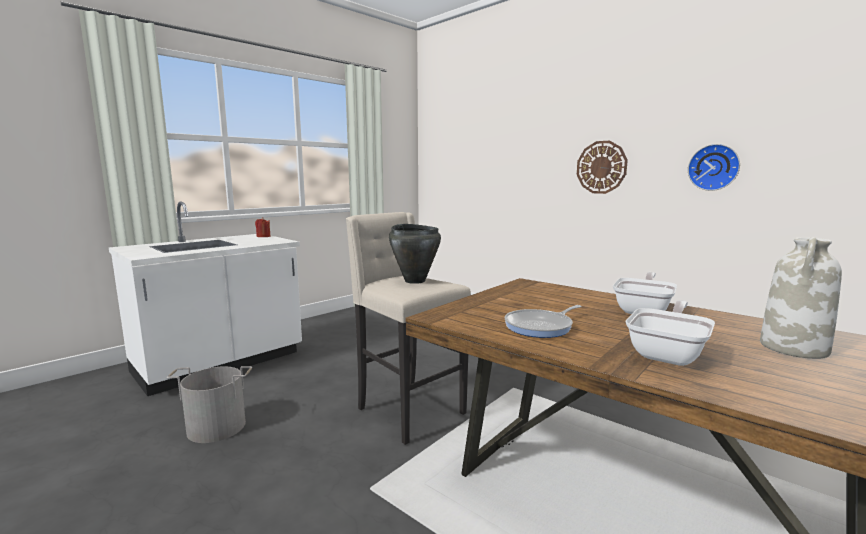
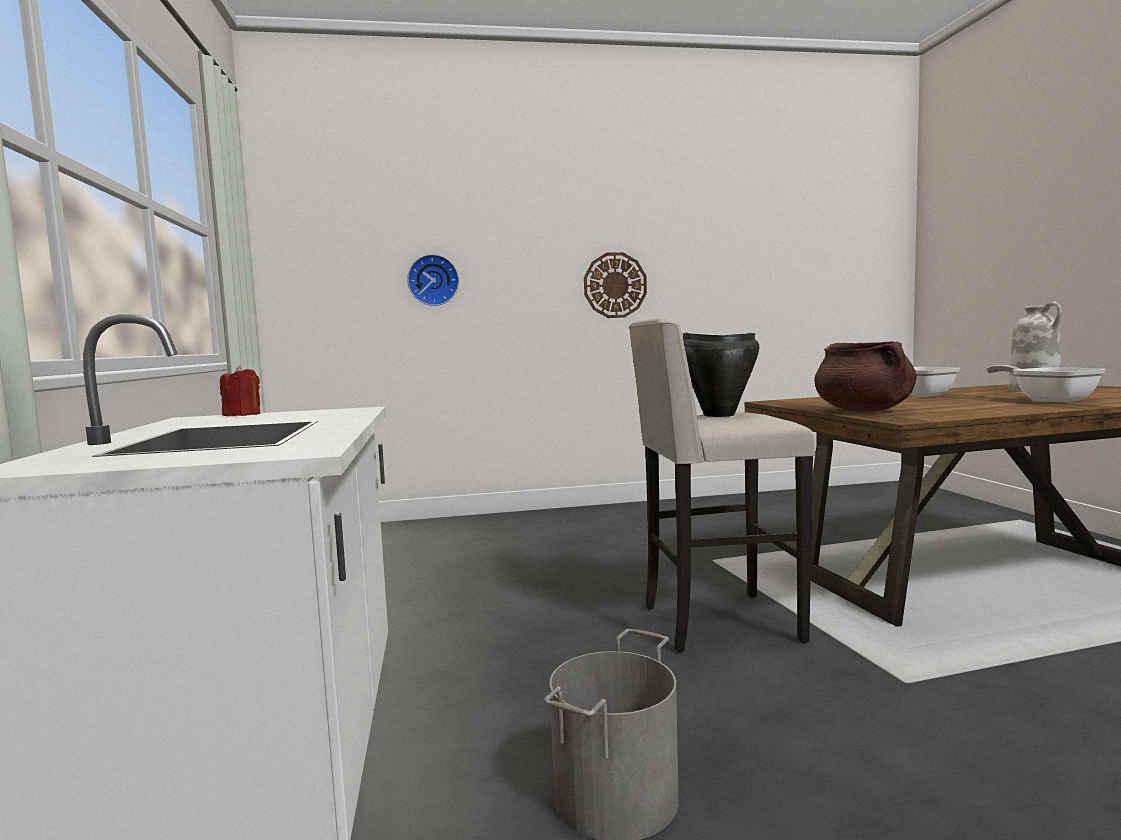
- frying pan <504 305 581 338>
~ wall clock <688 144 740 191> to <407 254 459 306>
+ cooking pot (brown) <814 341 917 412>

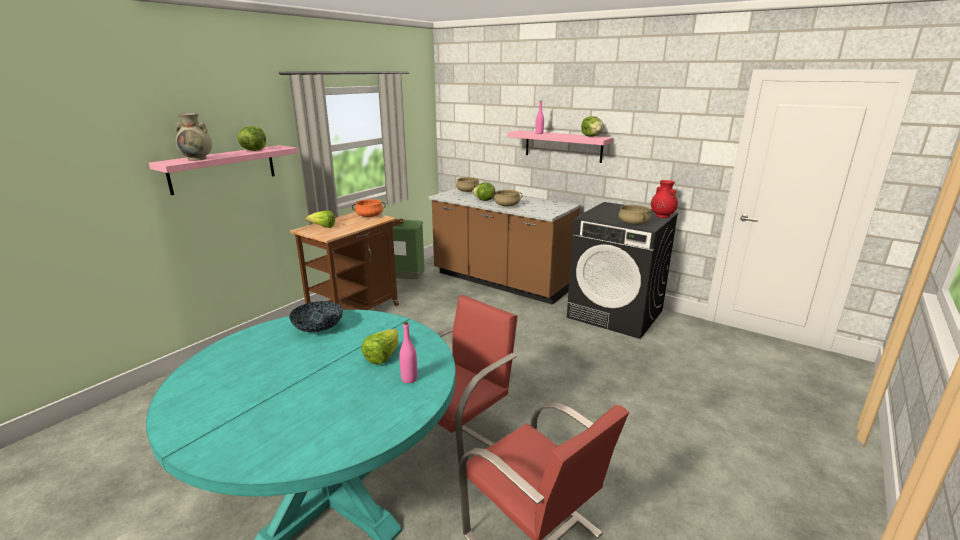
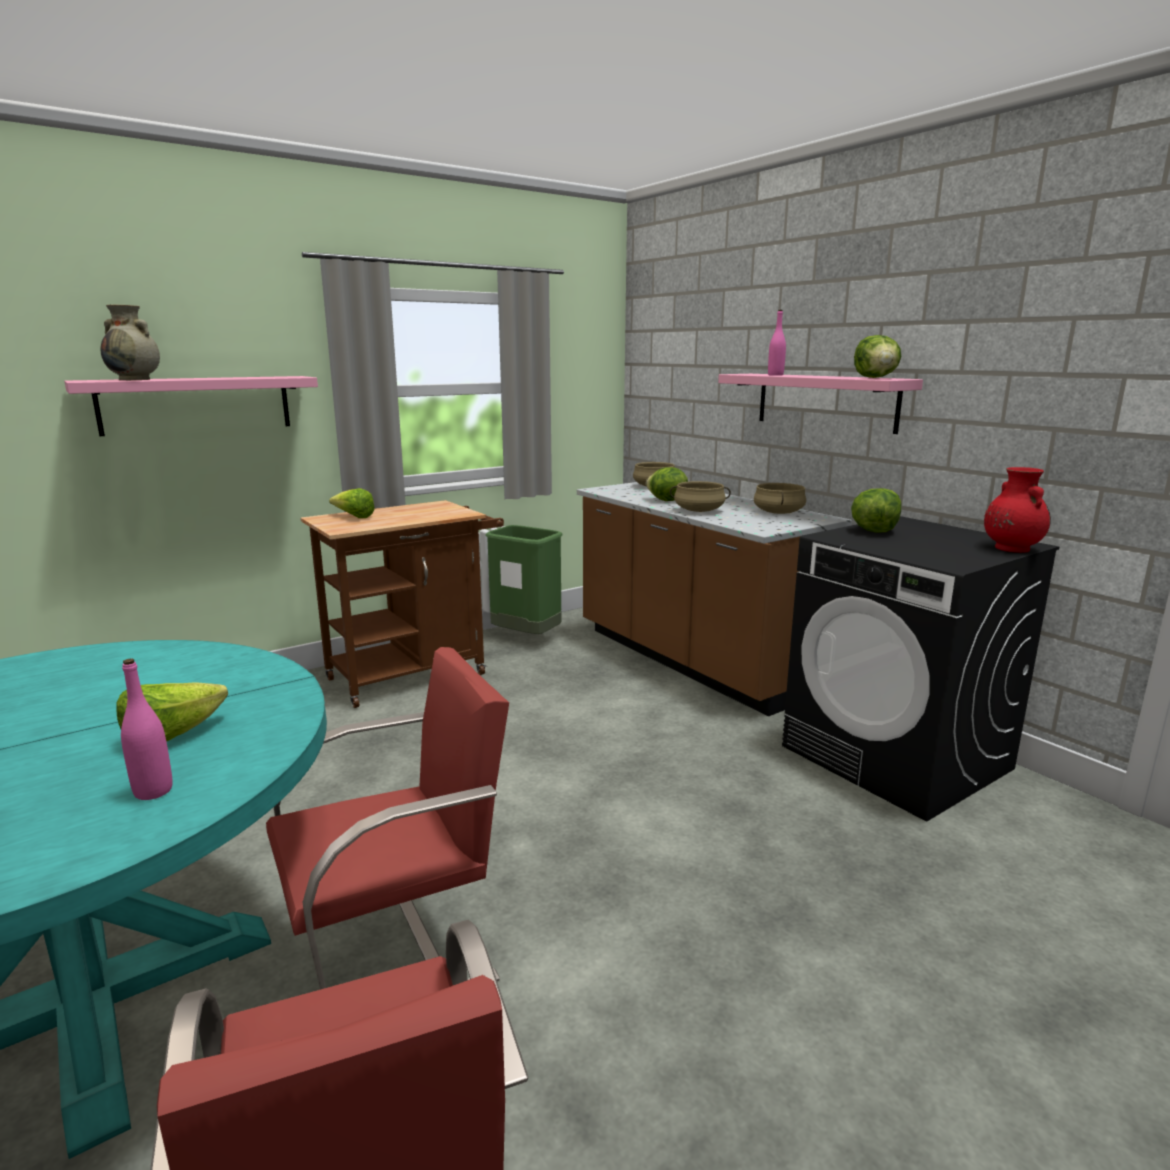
~ lettuce <238 126 266 151> to <851 488 901 533>
- bowl <289 301 343 332>
- cooking pot (orange) <352 199 386 217>
~ cooking pot (beige) <619 205 651 225> to <754 483 806 514>

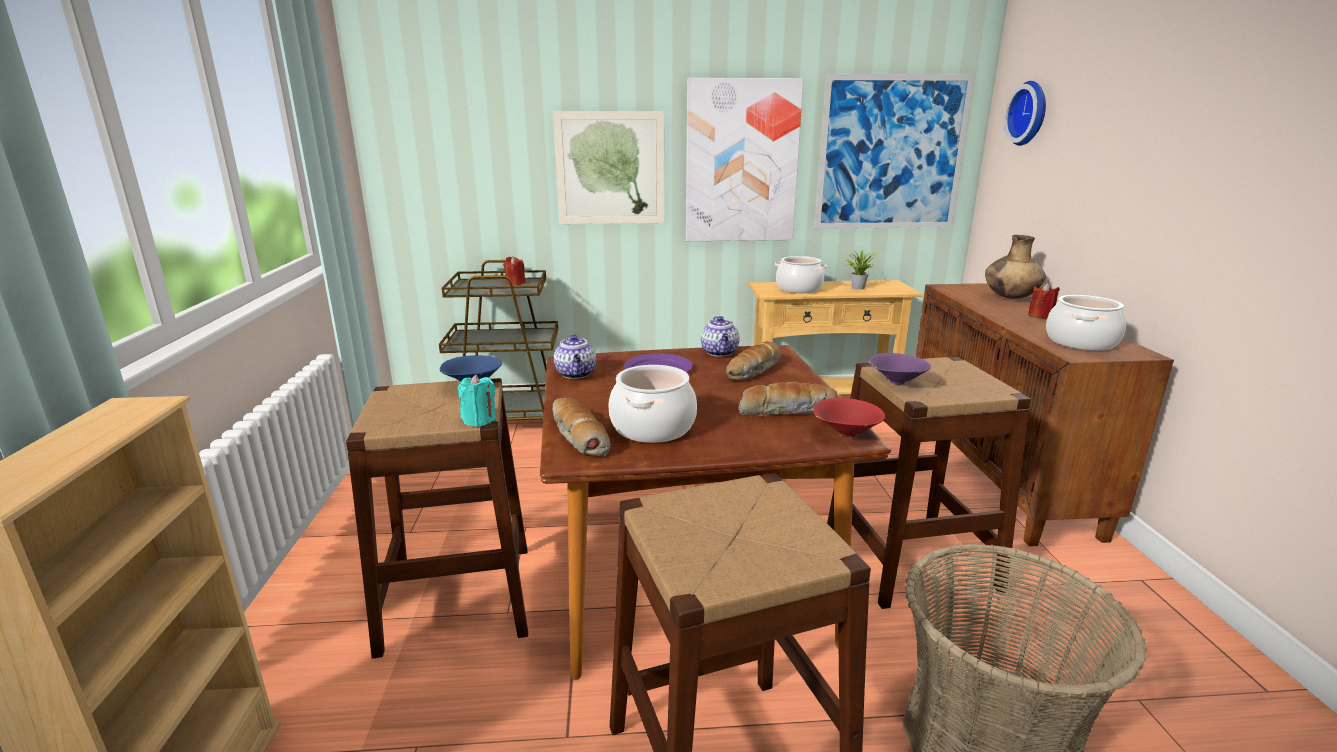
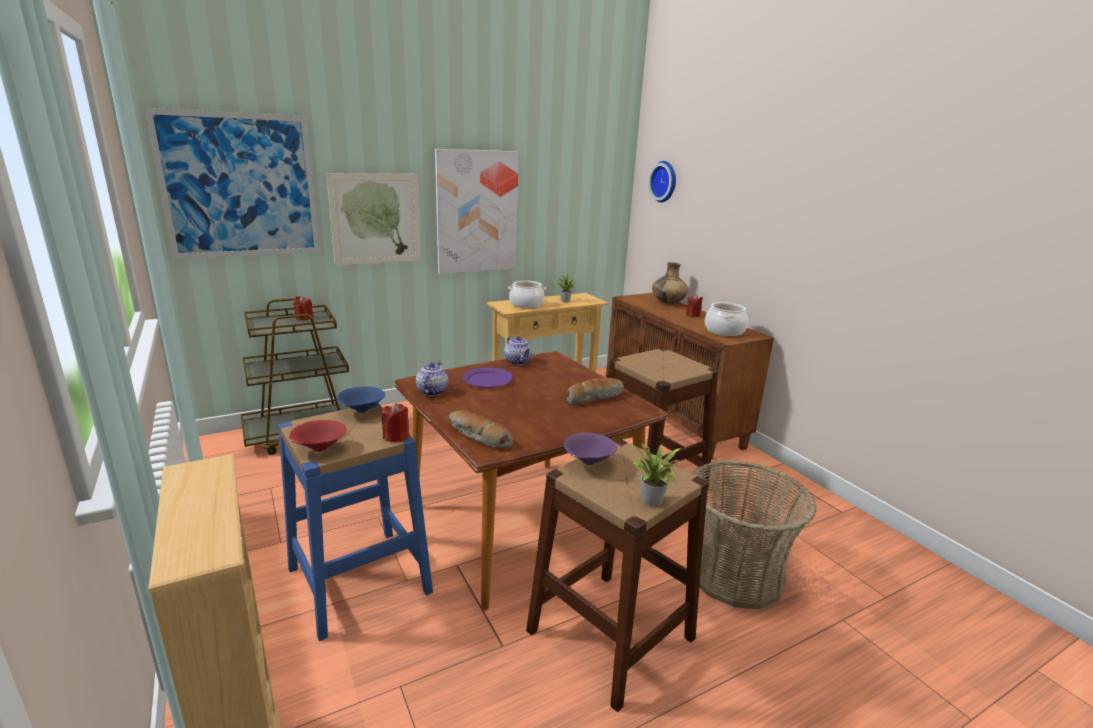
~ stool (brown) <346 378 528 658> to stool (blue) <278 403 433 641>
~ candle (turquoise) <458 374 496 427> to candle (red) <381 403 409 442>
~ teapot <554 334 596 379> = <416 362 448 396> 135 degrees counterclockwise
- cooking pot <608 365 697 443>
- bread <726 341 781 380>
~ bowl (red) <813 398 885 438> to <289 420 347 452>
~ picture <814 74 975 229> to <145 108 320 259>
~ bowl (purple) <869 353 931 385> to <564 433 617 465>
+ potted plant <627 443 681 506>

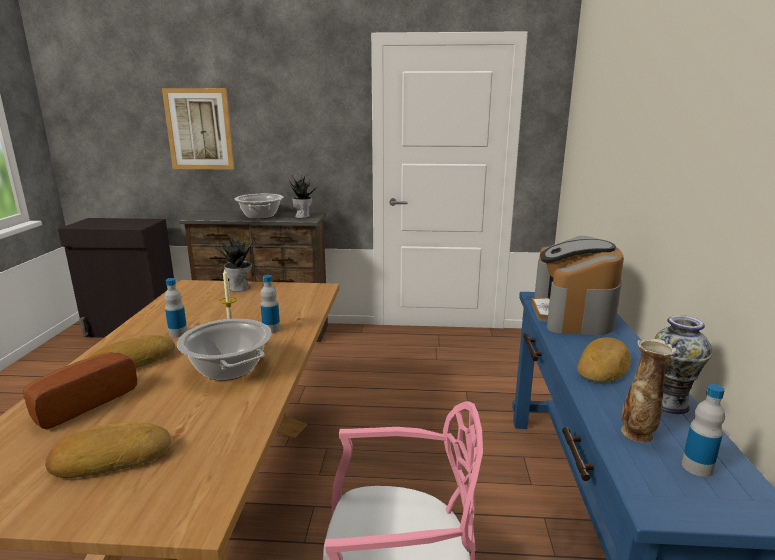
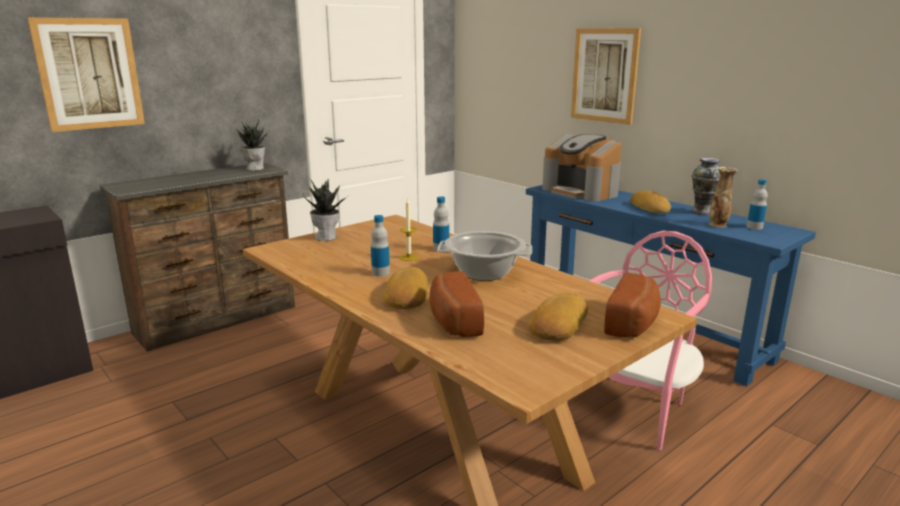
- cooking pot <235 194 283 219>
+ picture <571 28 641 125>
+ bread <604 272 661 337>

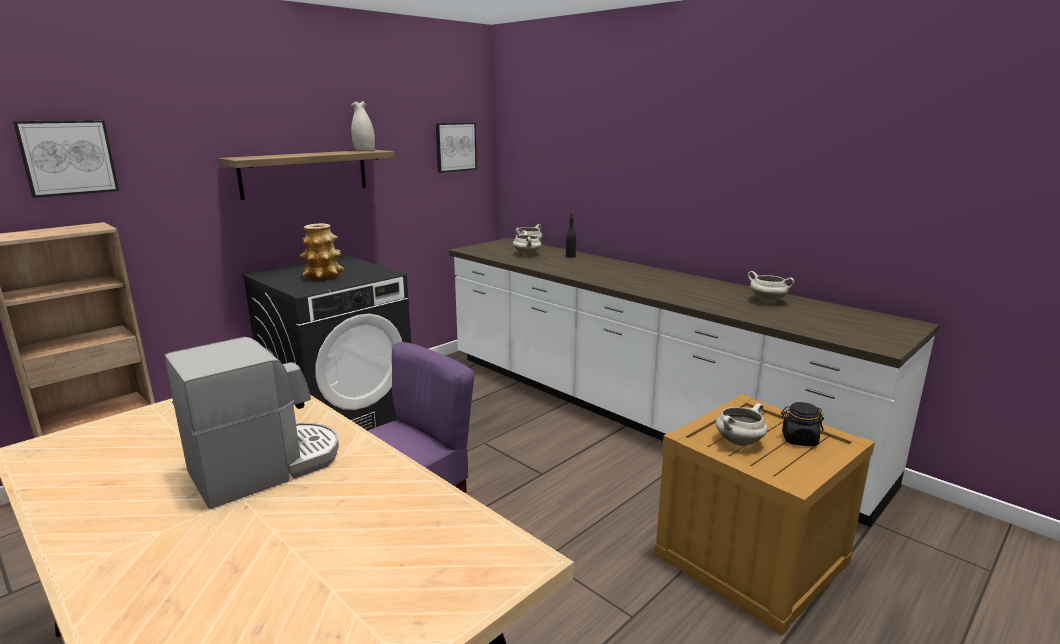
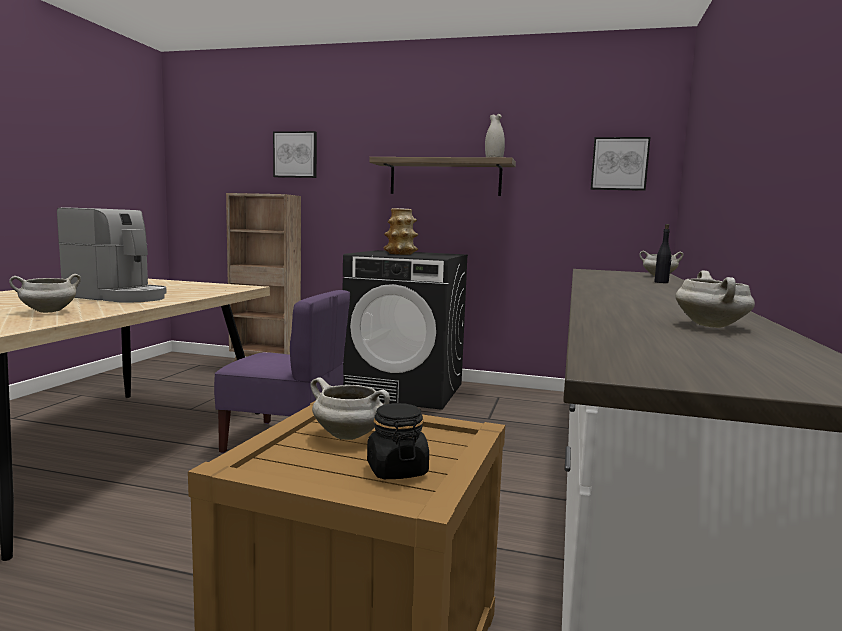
~ cooking pot (white) <513 231 542 255> to <9 274 81 313>

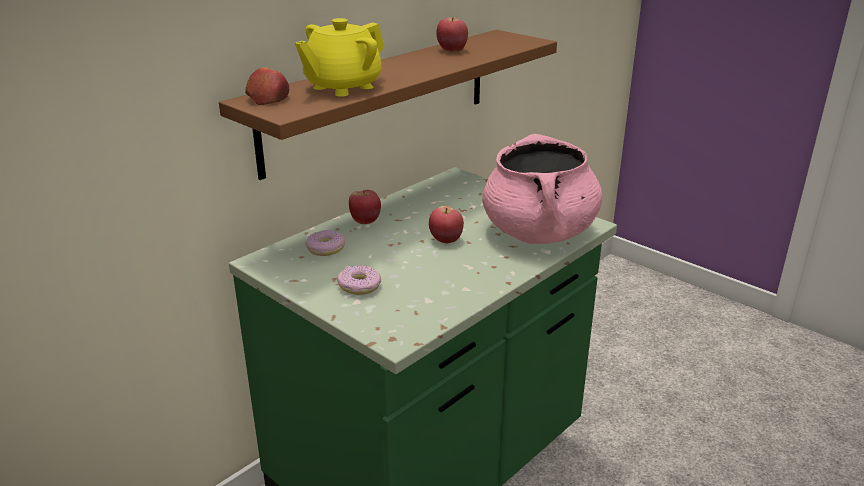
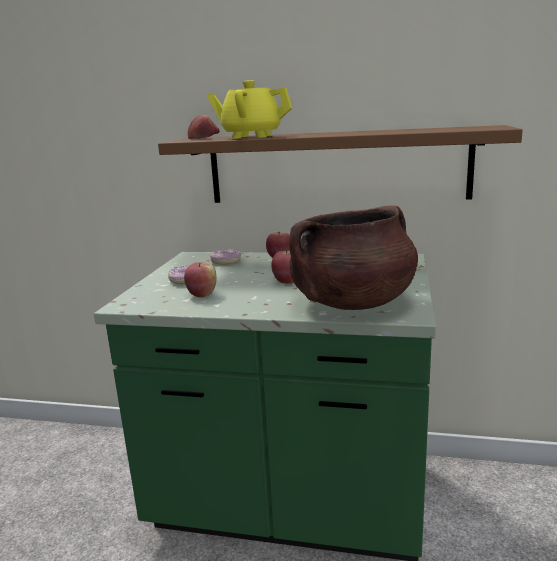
~ apple <437 17 468 52> to <184 262 216 298>
~ cooking pot (pink) <482 134 602 244> to cooking pot (brown) <289 205 418 310>

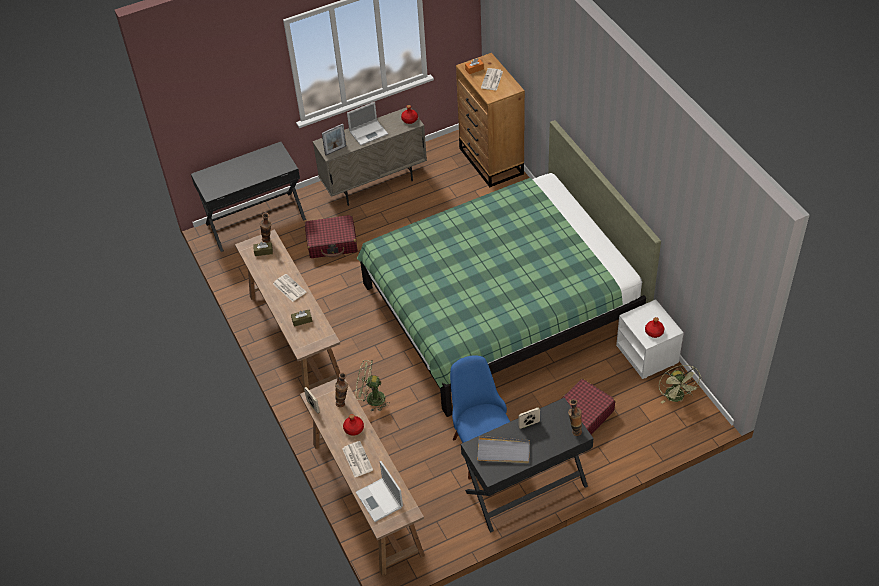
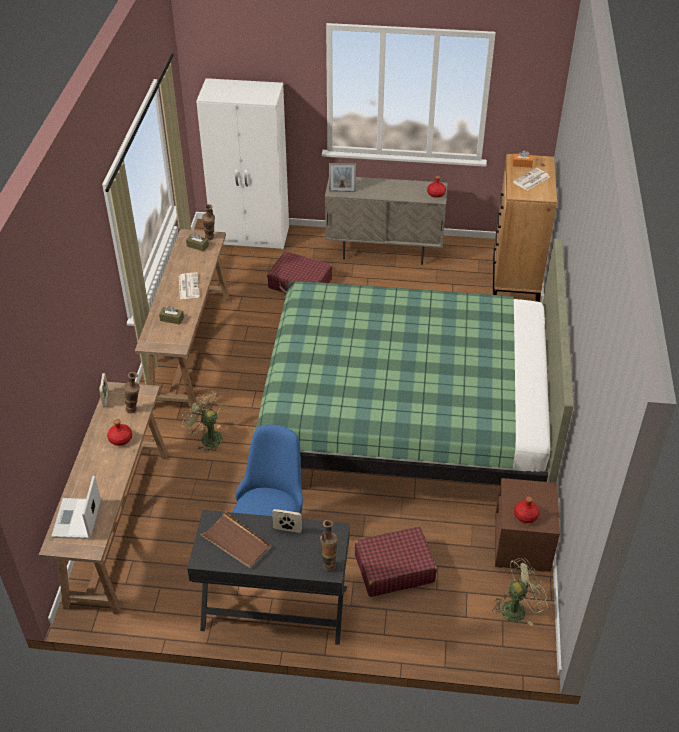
~ desk (black) <191 142 306 252> to wardrobe (white) <196 78 289 249>
- newspaper <342 441 373 477>
- laptop <347 102 388 145>
~ tray (grey) <477 436 530 463> to tray (brown) <200 511 271 568>
~ nightstand (white) <616 299 684 379> to nightstand (brown) <495 478 560 572>
~ fan (green) <659 365 702 404> = <492 558 548 626> 135 degrees counterclockwise

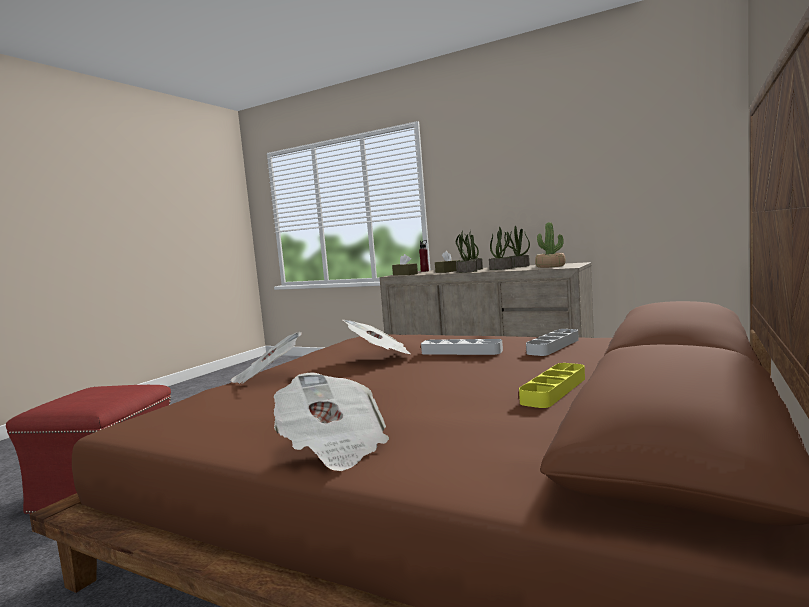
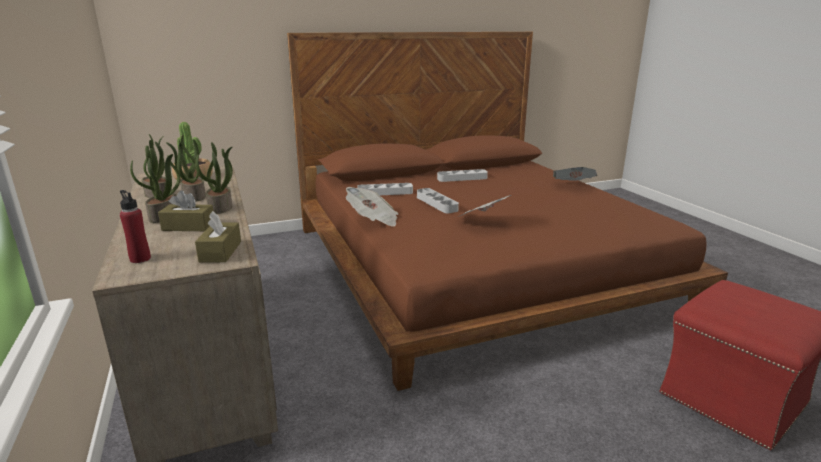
~ newspaper <231 332 302 384> to <346 187 398 227>
~ tray (yellow) <519 363 585 408> to tray (grey) <437 169 488 182>

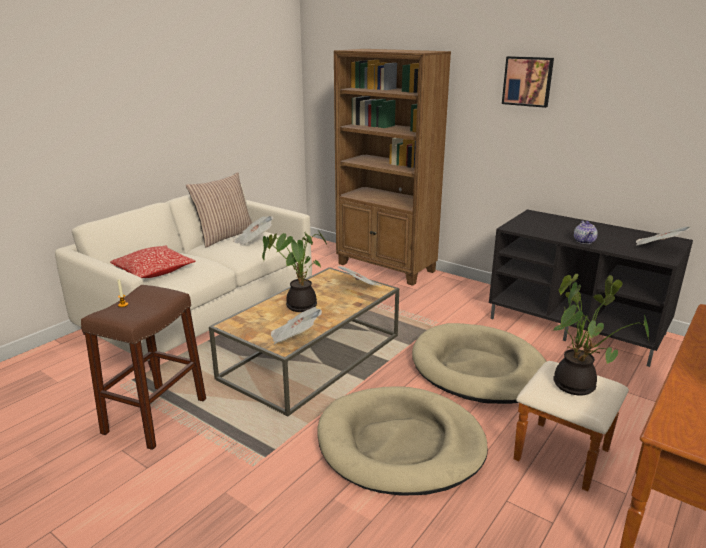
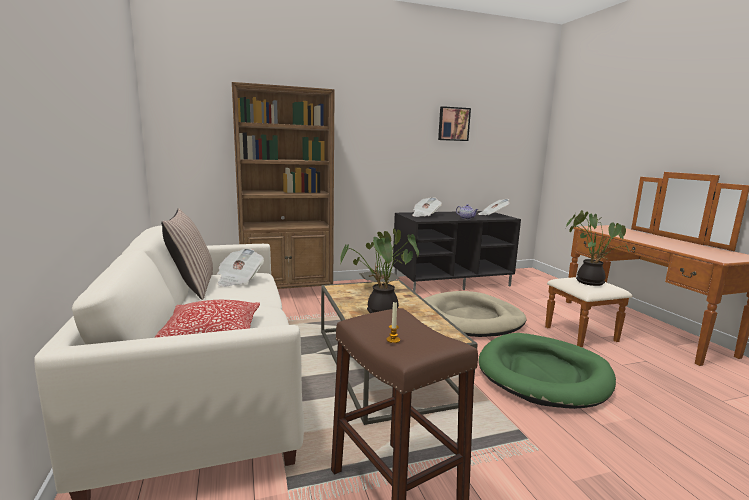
~ newspaper <271 307 322 344> to <412 197 442 217>
~ dog bed (beige) <317 386 488 495> to dog bed (green) <479 333 616 409>
~ picture <502 56 554 108> to <438 106 471 141>

